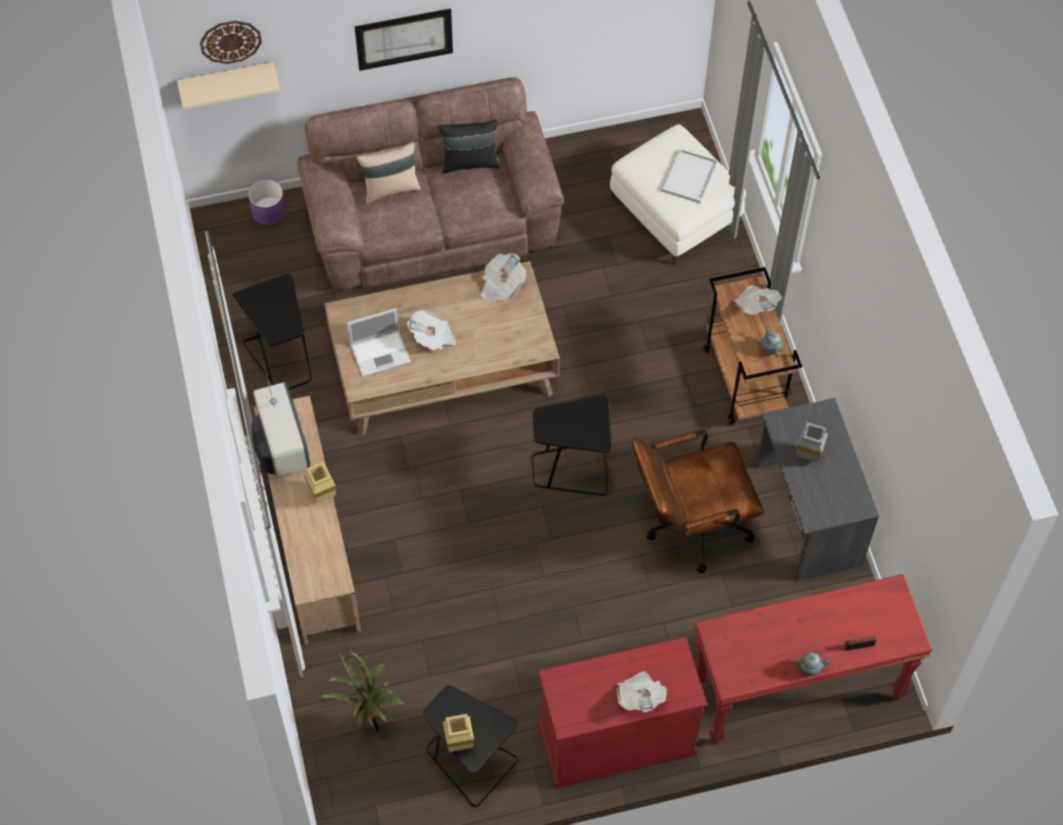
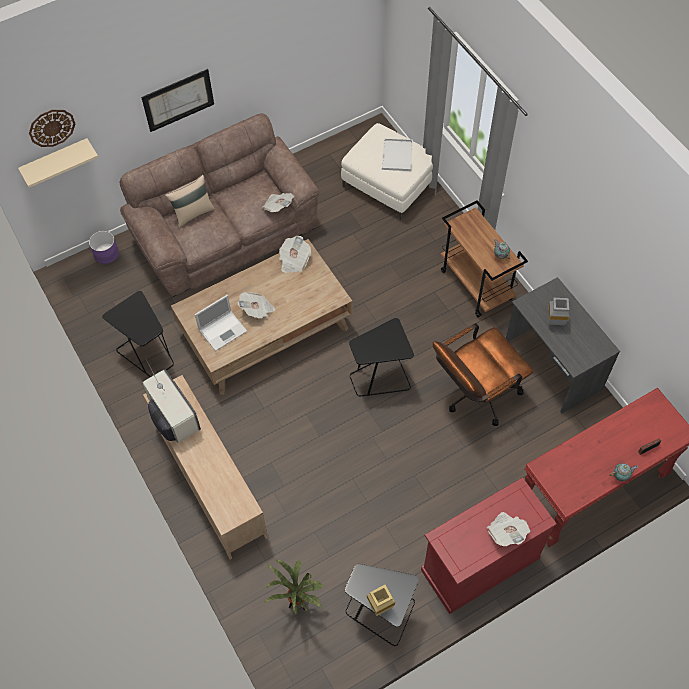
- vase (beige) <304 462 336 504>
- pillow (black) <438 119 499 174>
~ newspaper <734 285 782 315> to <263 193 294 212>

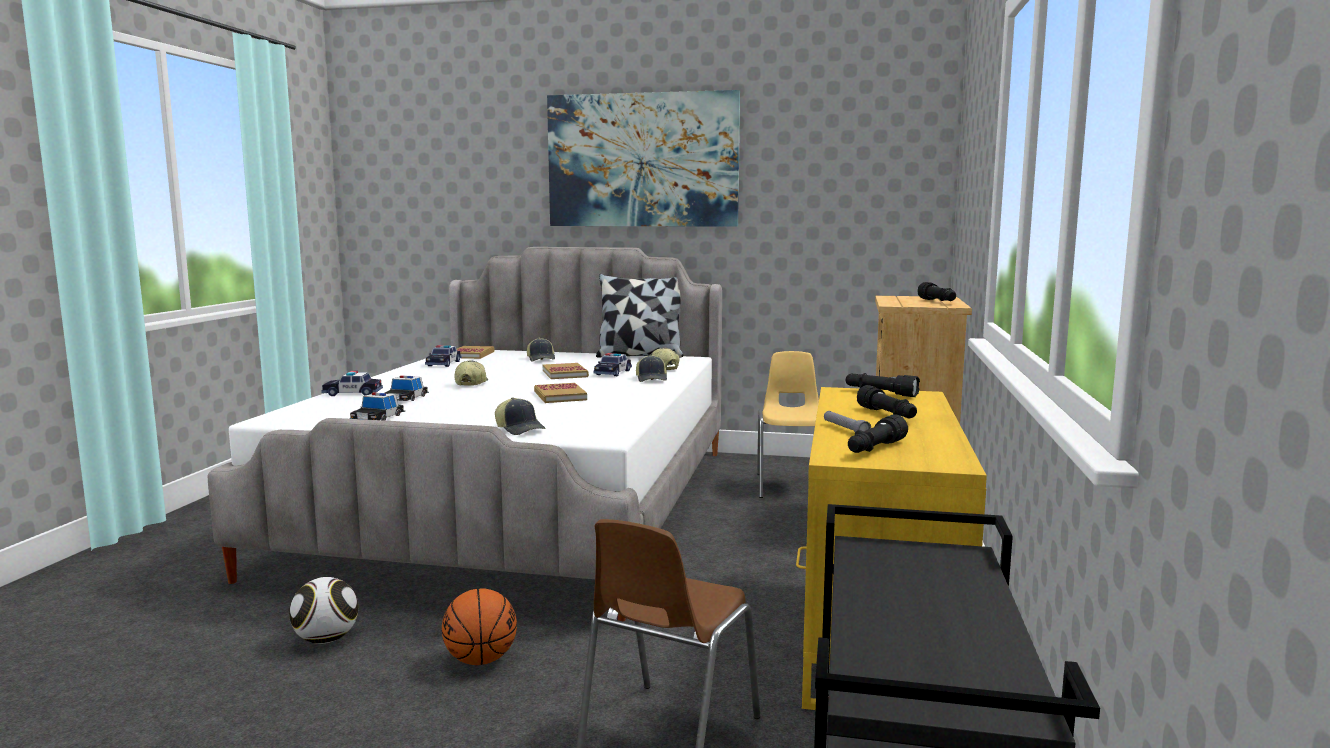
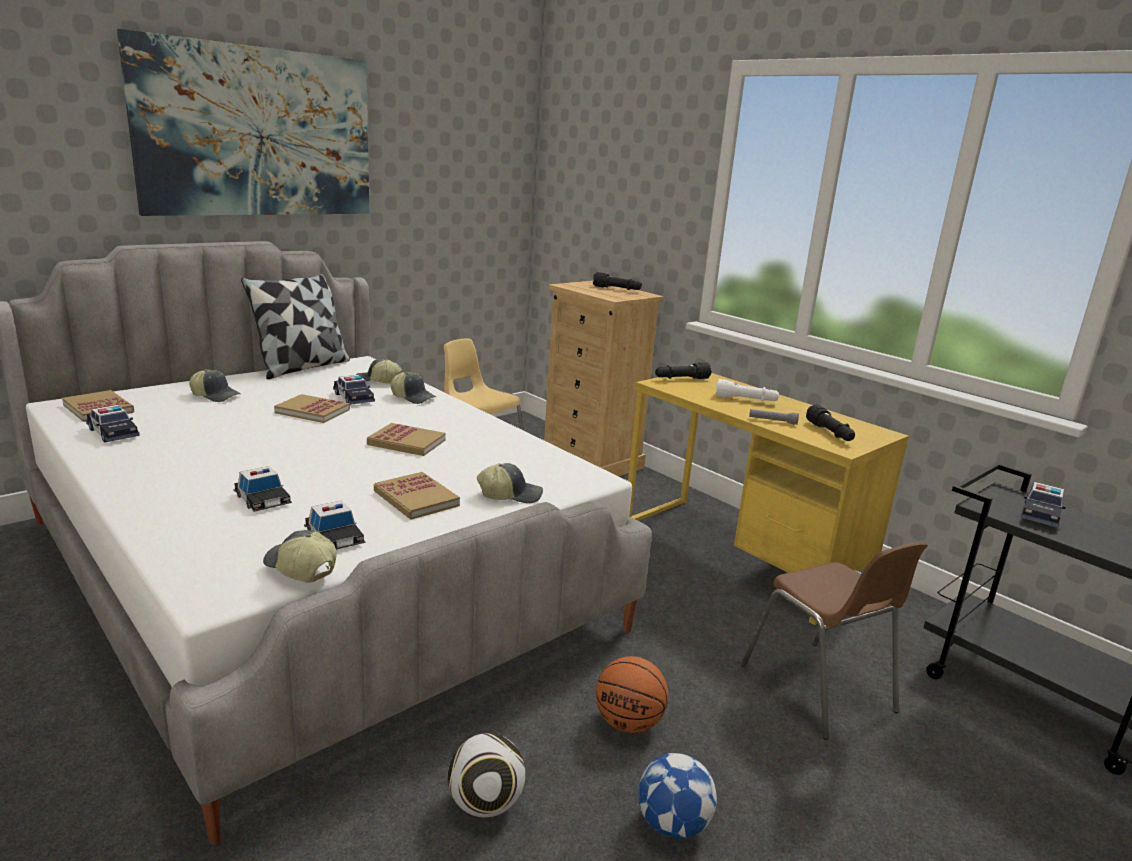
~ toy car <321 371 383 396> to <1021 482 1066 527>
~ cap <454 360 488 386> to <263 530 336 583>
~ flashlight (black) <857 385 917 418> to flashlight (white) <715 379 779 402>
+ book <374 472 460 520>
+ football <638 753 717 839>

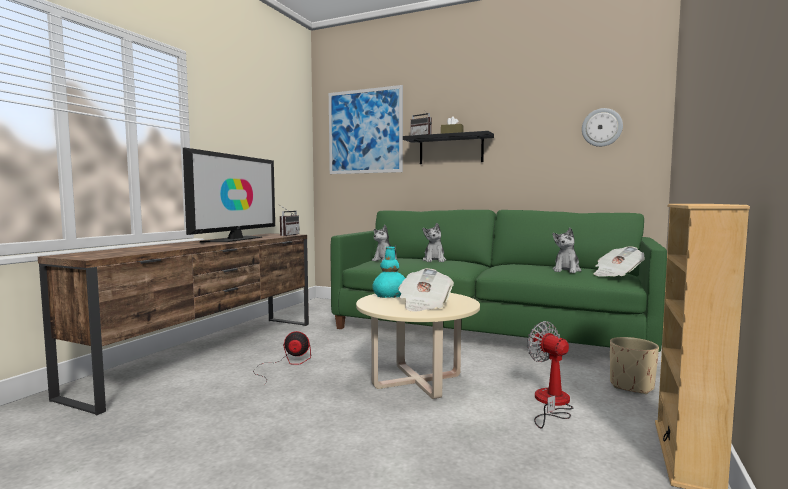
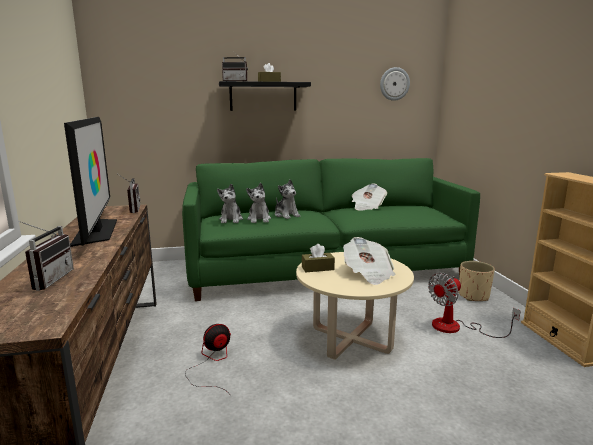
- picture <329 85 403 174>
~ vase (turquoise) <372 246 406 298> to tissue box (brown) <302 244 335 272>
~ fan <527 321 573 429> = <428 273 520 338> 60 degrees counterclockwise
~ plush toy <552 228 581 273> to <246 183 271 223>
~ newspaper <594 246 645 277> to <352 183 387 211>
+ radio <19 221 74 291>

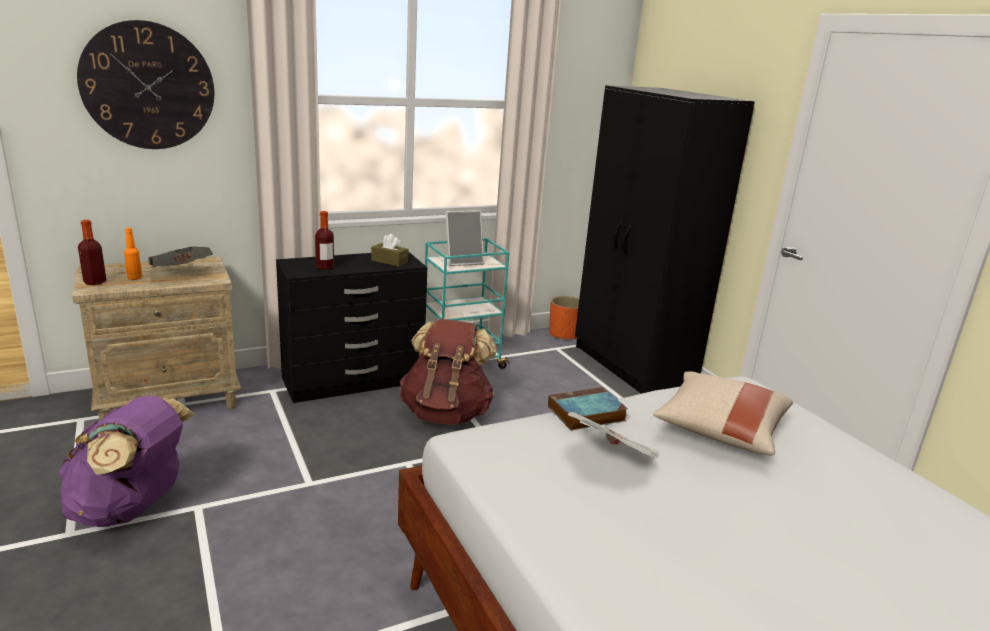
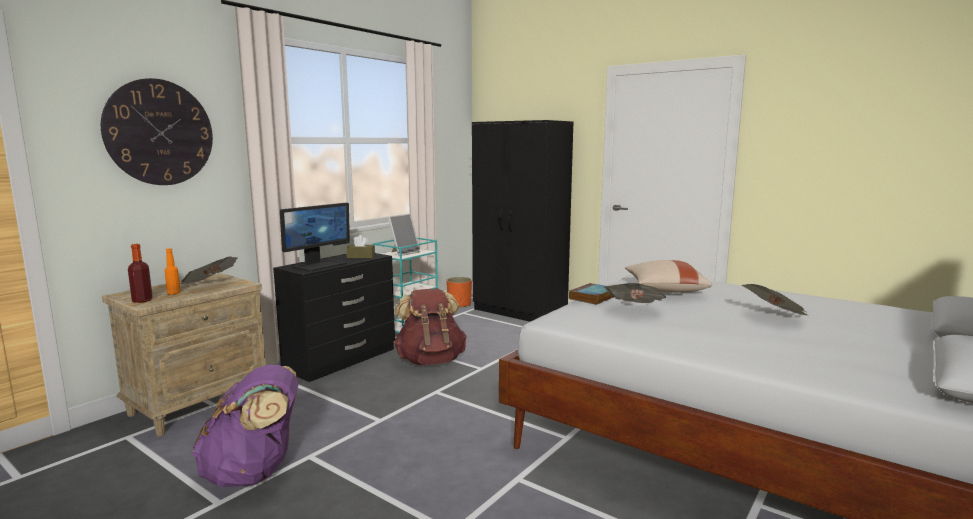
~ bottle <315 211 334 269> to monitor <280 203 350 272>
+ newspaper <742 284 808 315>

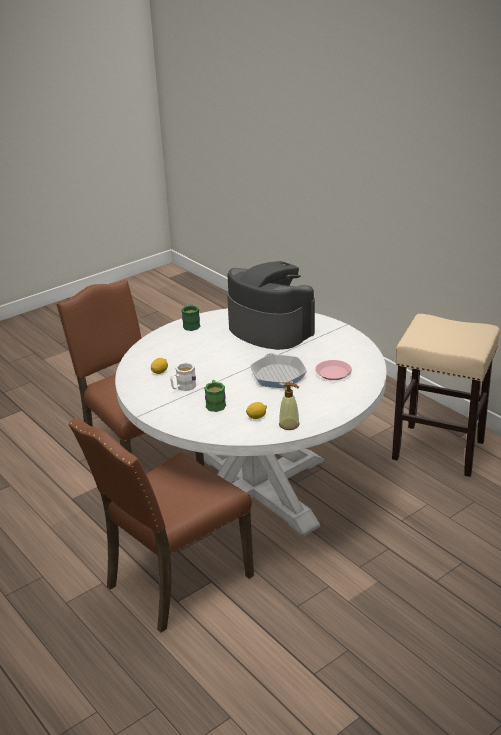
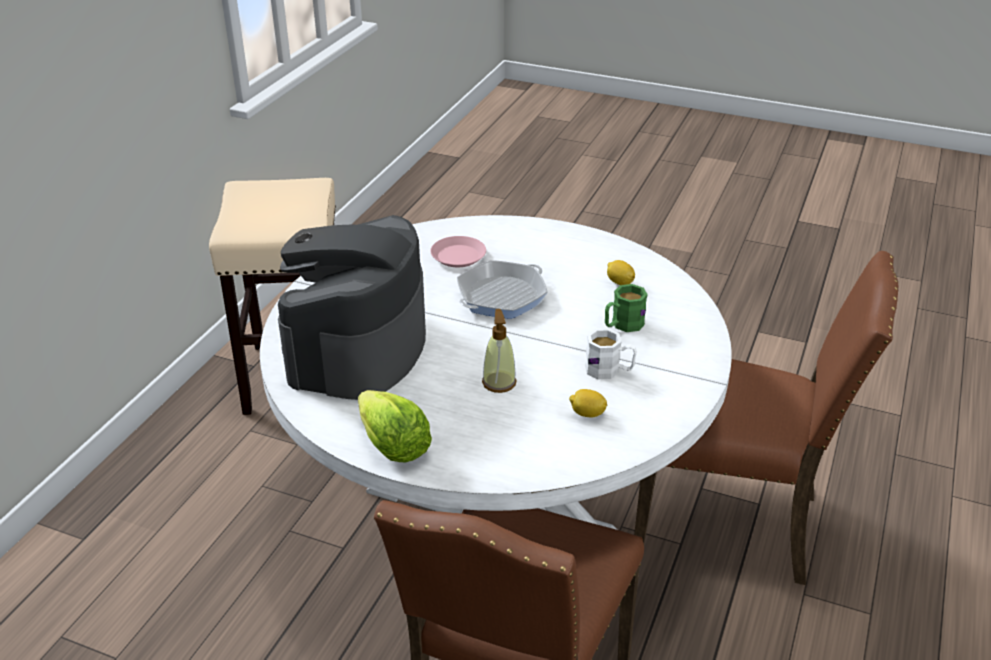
~ mug (green) <182 304 200 331> to lettuce <358 390 432 462>
~ soap dispenser <279 382 300 430> to <482 309 516 393>

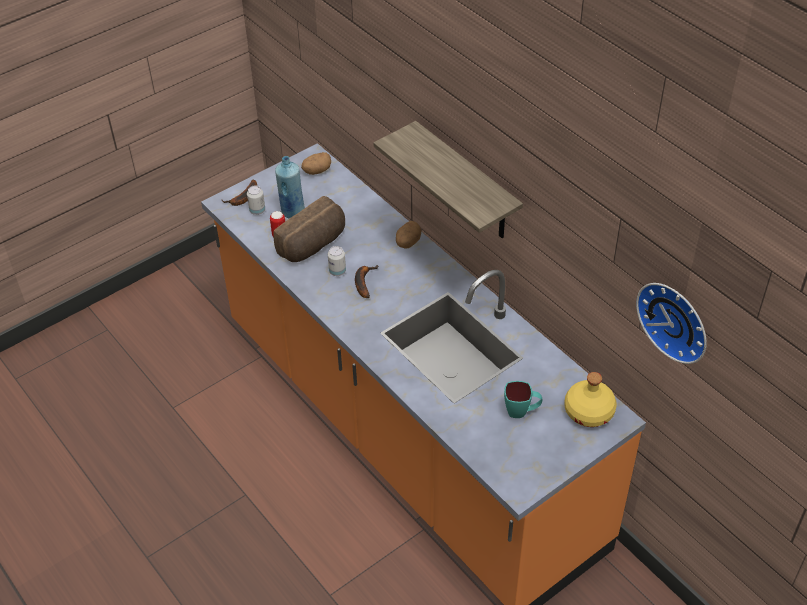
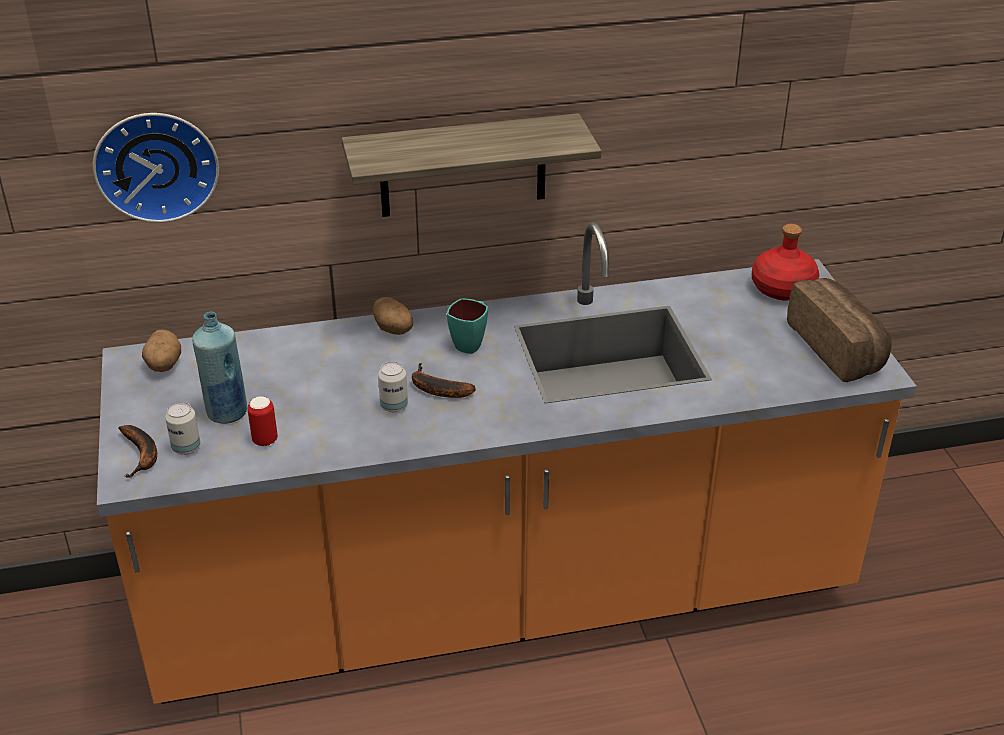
~ bread <273 196 345 262> to <787 278 892 382>
~ mug (turquoise) <504 381 543 418> to <447 298 488 354>
~ bottle (yellow) <564 372 617 427> to bottle (red) <752 224 819 301>
~ wall clock <636 283 707 364> to <93 113 219 223>

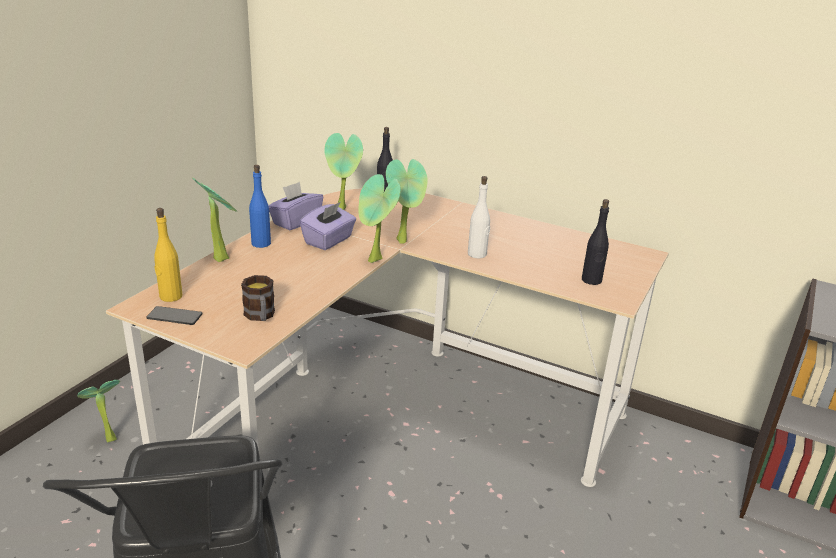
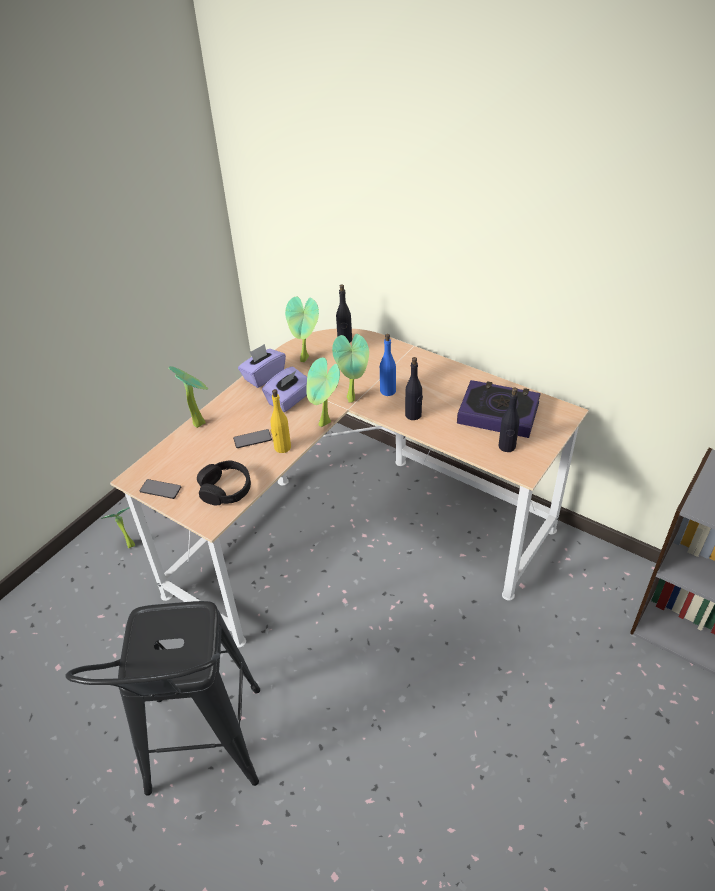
~ bottle (yellow) <154 208 182 302> to <271 389 291 453>
~ mug <241 275 275 321> to headphones (black) <197 460 251 505>
~ bottle (blue) <249 165 271 248> to <380 334 396 396>
~ bottle (white) <468 176 490 258> to bottle (black) <405 357 423 420>
+ phone <233 429 272 448>
+ book <457 380 541 438>

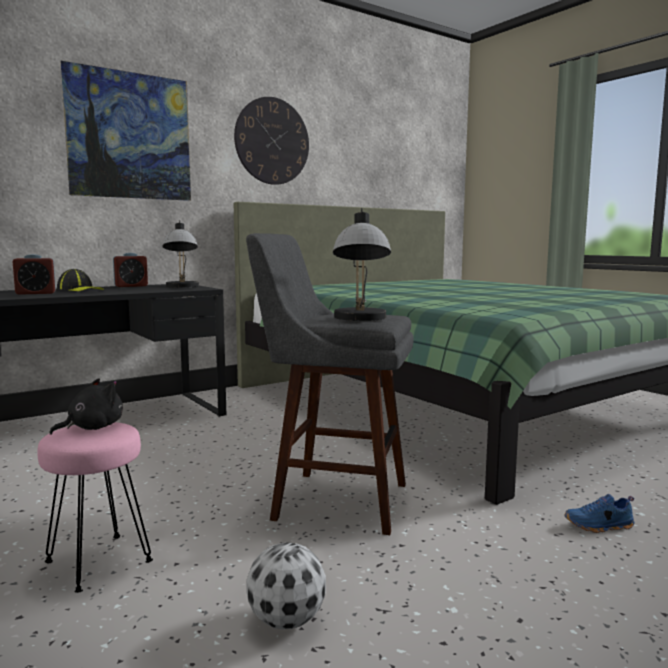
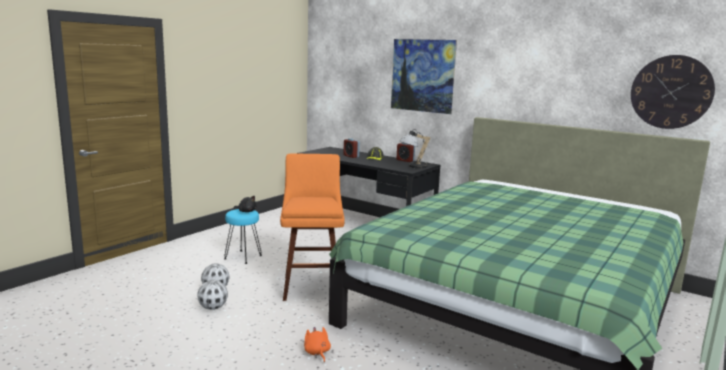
~ stool (pink) <37 422 153 593> to stool (turquoise) <224 209 262 264>
~ wall clock <234 97 309 185> to <631 55 715 129>
~ stool (grey) <246 233 414 535> to stool (orange) <280 154 345 301>
- table lamp <333 208 391 321>
~ shoe (blue) <565 494 634 533> to plush toy (orange) <304 327 331 362>
+ football <197 280 228 310>

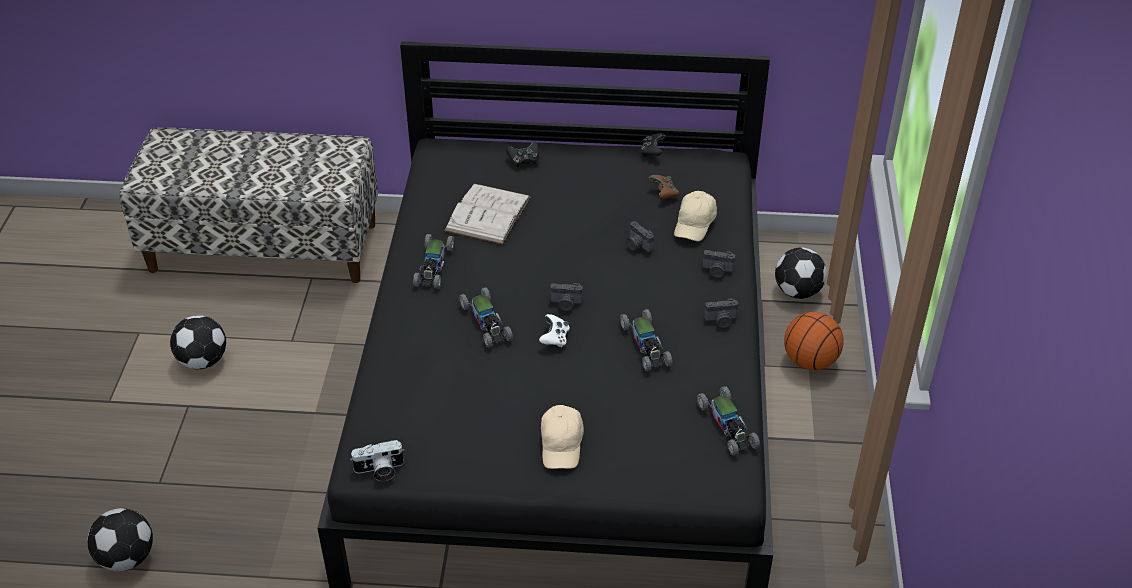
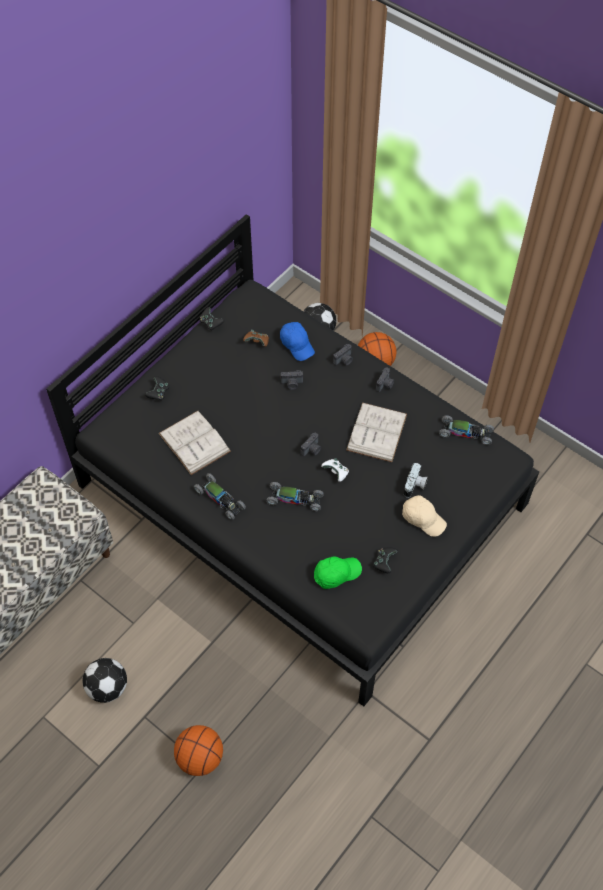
- football <87 508 153 572>
~ photo camera <350 440 404 481> to <404 463 428 498>
~ toy car <620 309 673 372> to book (white) <346 402 407 462>
~ cap (beige) <674 191 717 241> to cap (blue) <280 322 315 361>
+ basketball <174 725 223 776>
+ cap (green) <314 556 362 589>
+ game controller (black) <373 548 398 573>

